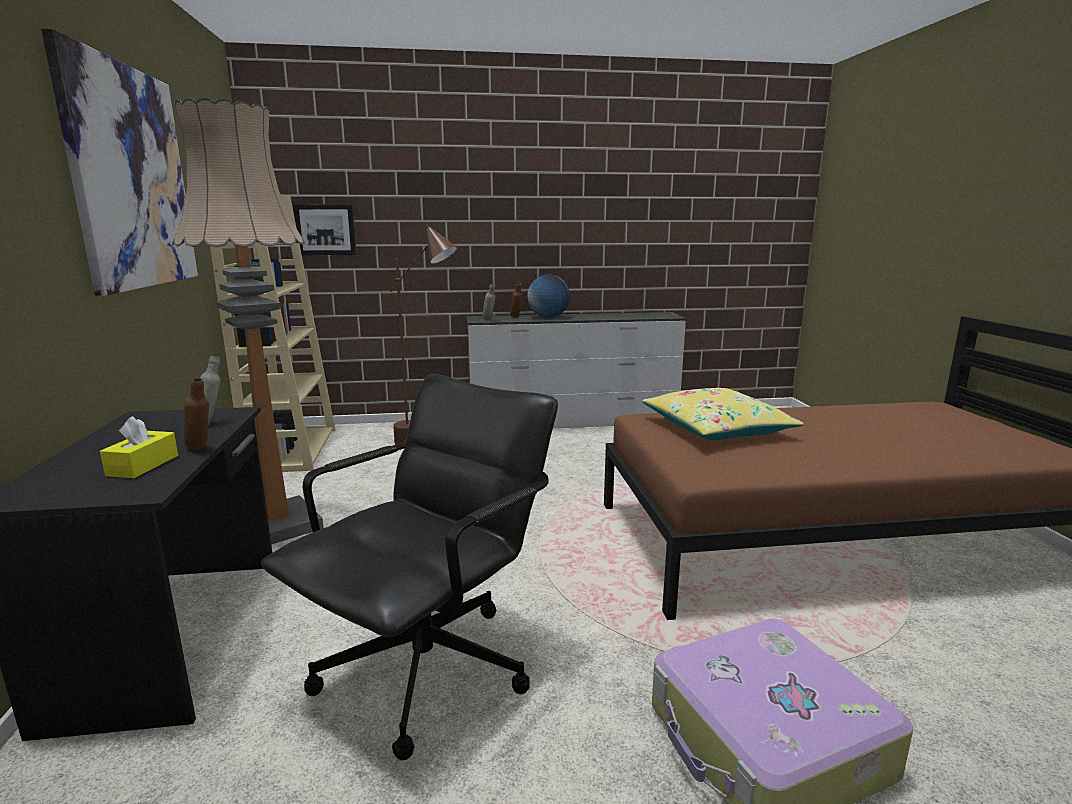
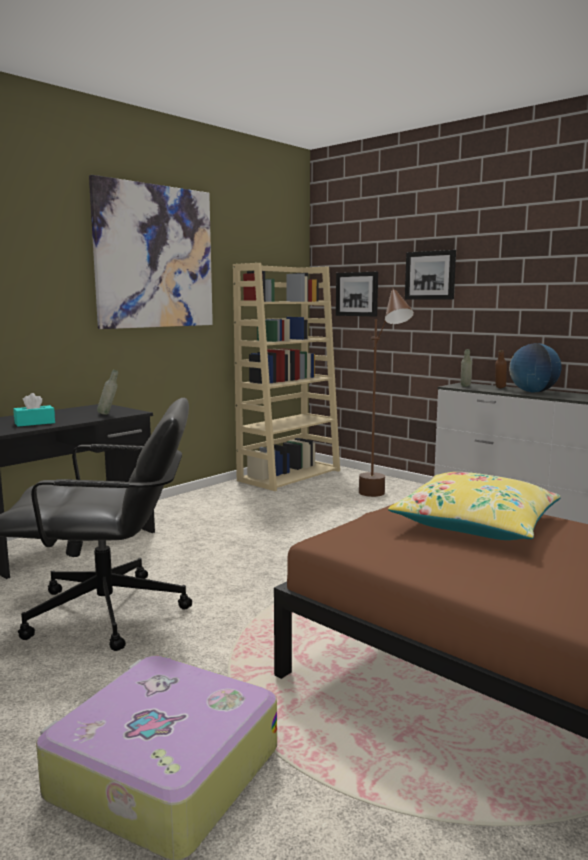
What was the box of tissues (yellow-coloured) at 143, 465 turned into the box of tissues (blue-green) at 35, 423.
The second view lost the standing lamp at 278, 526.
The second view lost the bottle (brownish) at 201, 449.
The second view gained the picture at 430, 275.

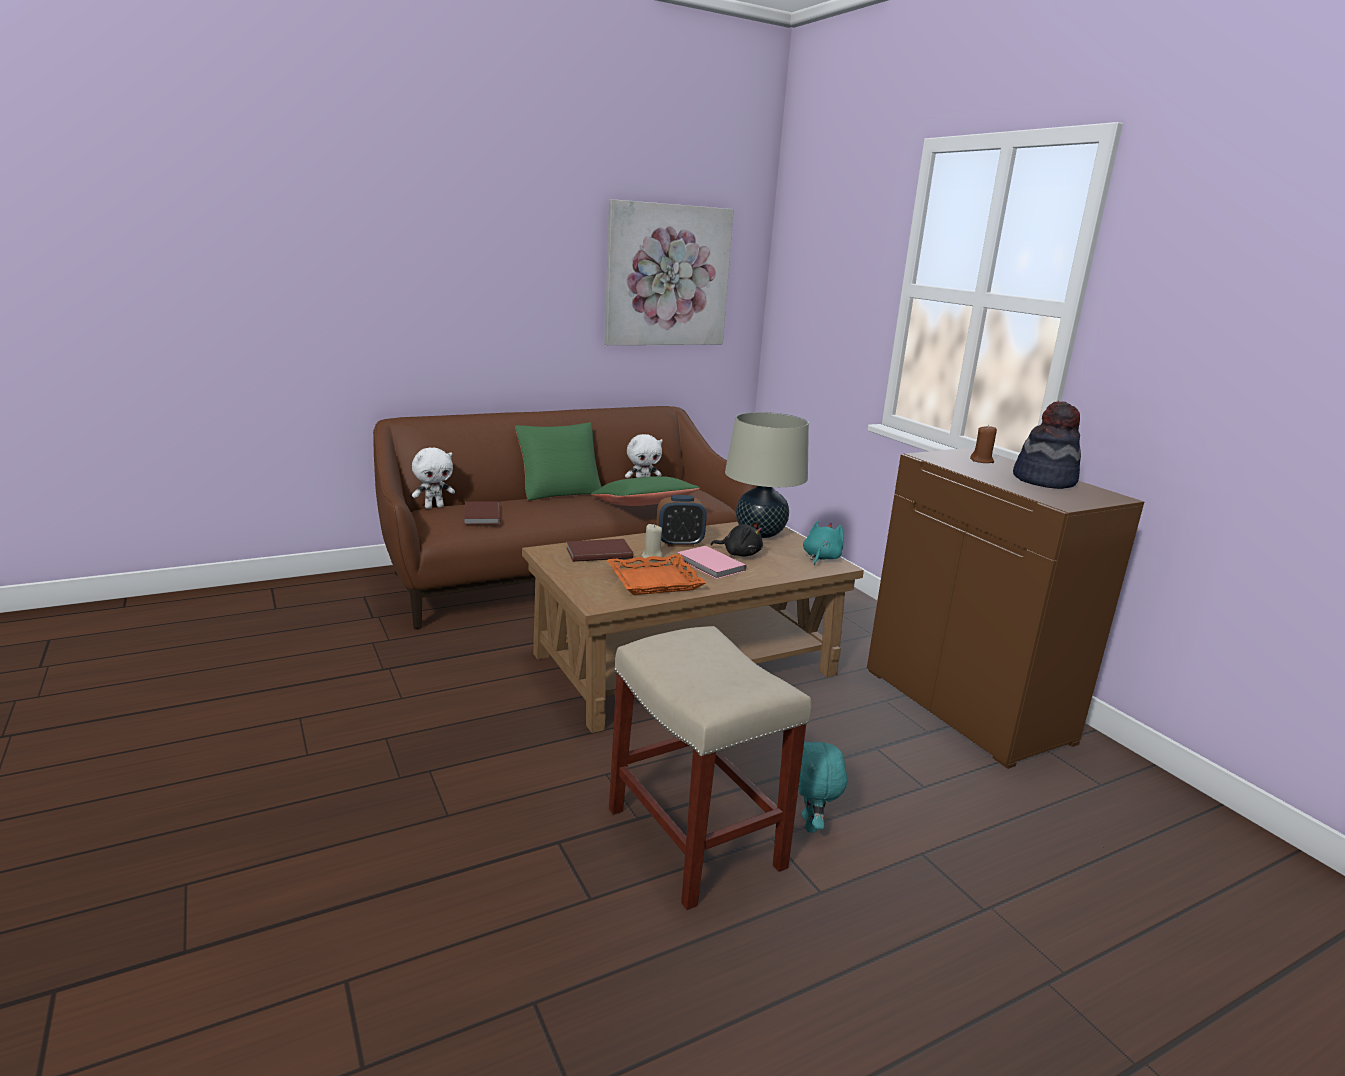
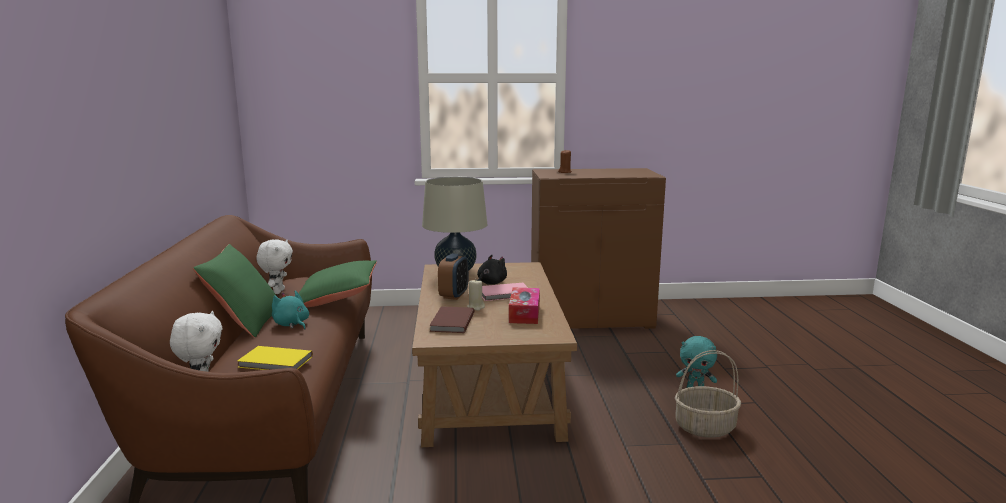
What was the book (brownish) at 480, 515 turned into the book (yellow-coloured) at 275, 362.
The second view lost the picture at 667, 276.
Where the carrying tray (orange) stood at 654, 581, the box of tissues came to stand at 524, 313.
Where the stool (beige-coloured) stood at 697, 839, the storage basket came to stand at 705, 427.
The soft toy (blue-green) ended up elsewhere, having gone from 821, 558 to 291, 324.
The second view lost the hat at 1044, 480.

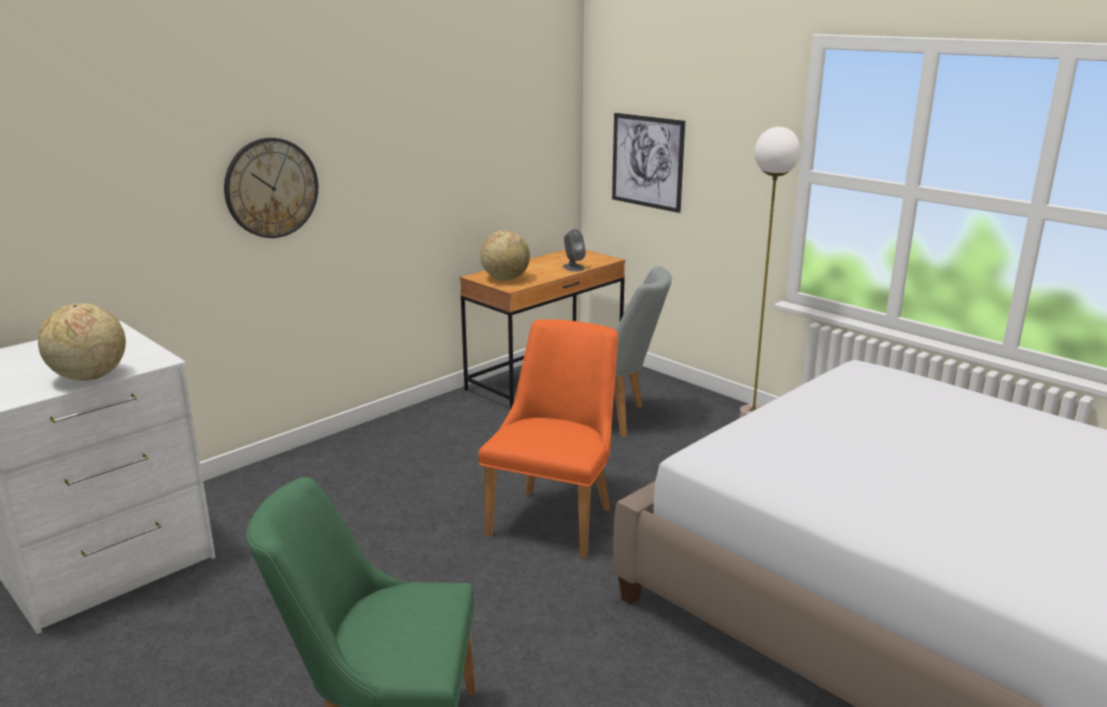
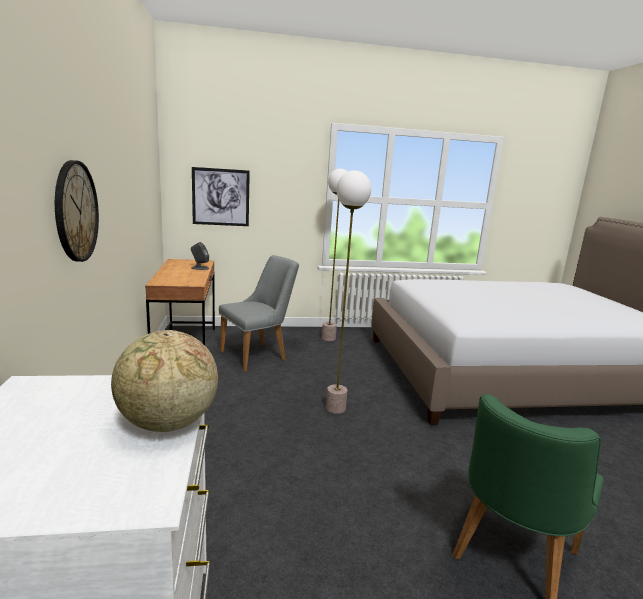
Where the plain chair (orange) stood at 557, 516, the standing lamp came to stand at 335, 408.
The second view lost the desk globe at 505, 279.

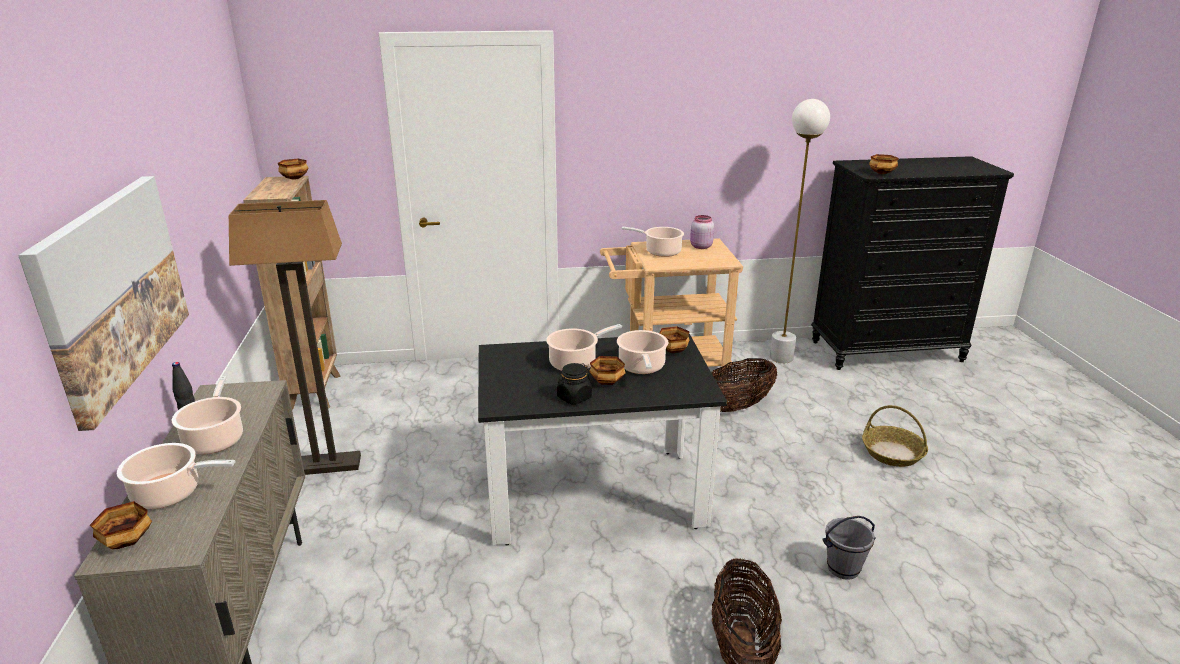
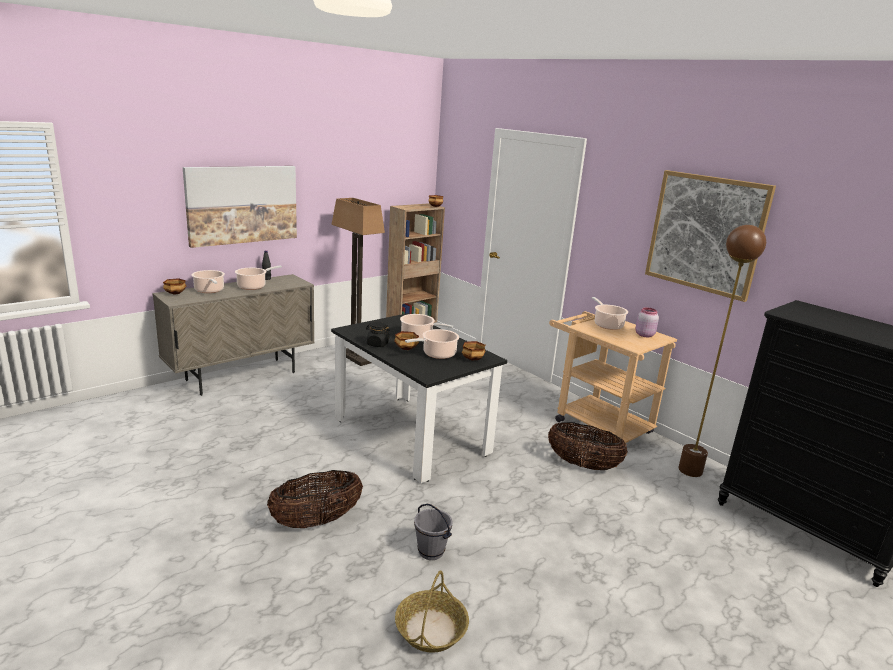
What was the standing lamp (white) at 781, 358 turned into the standing lamp (brownish) at 690, 470.
The storage basket ended up elsewhere, having gone from 893, 453 to 431, 629.
The second view lost the bowl at 882, 173.
The second view gained the picture at 705, 233.

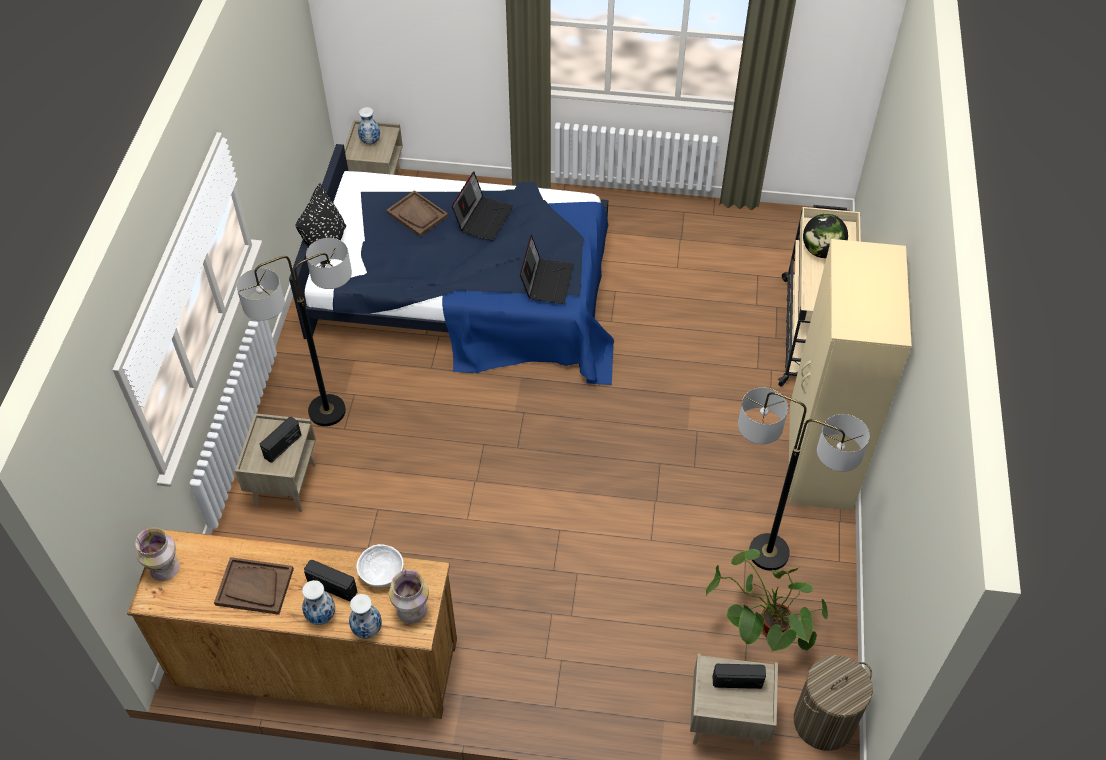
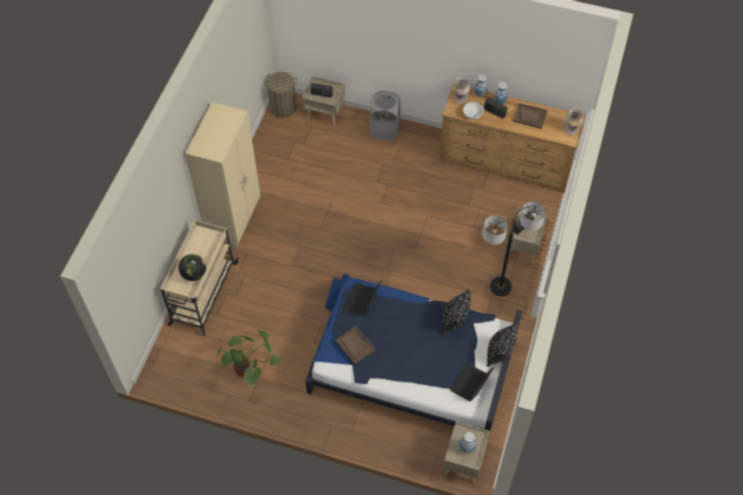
The carrying tray (brownish) ended up elsewhere, having gone from 417, 215 to 355, 345.
The portable computer ended up elsewhere, having gone from 483, 217 to 471, 384.
The plant in a pot ended up elsewhere, having gone from 760, 632 to 250, 370.
The second view lost the standing lamp at 769, 553.
The second view gained the washing basket (gray) at 384, 130.
The second view gained the pillow (black-coloured) at 454, 320.

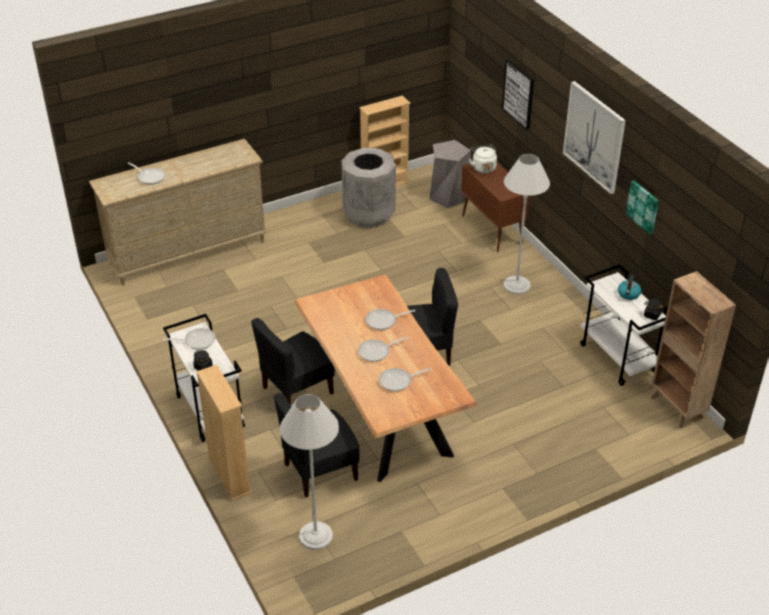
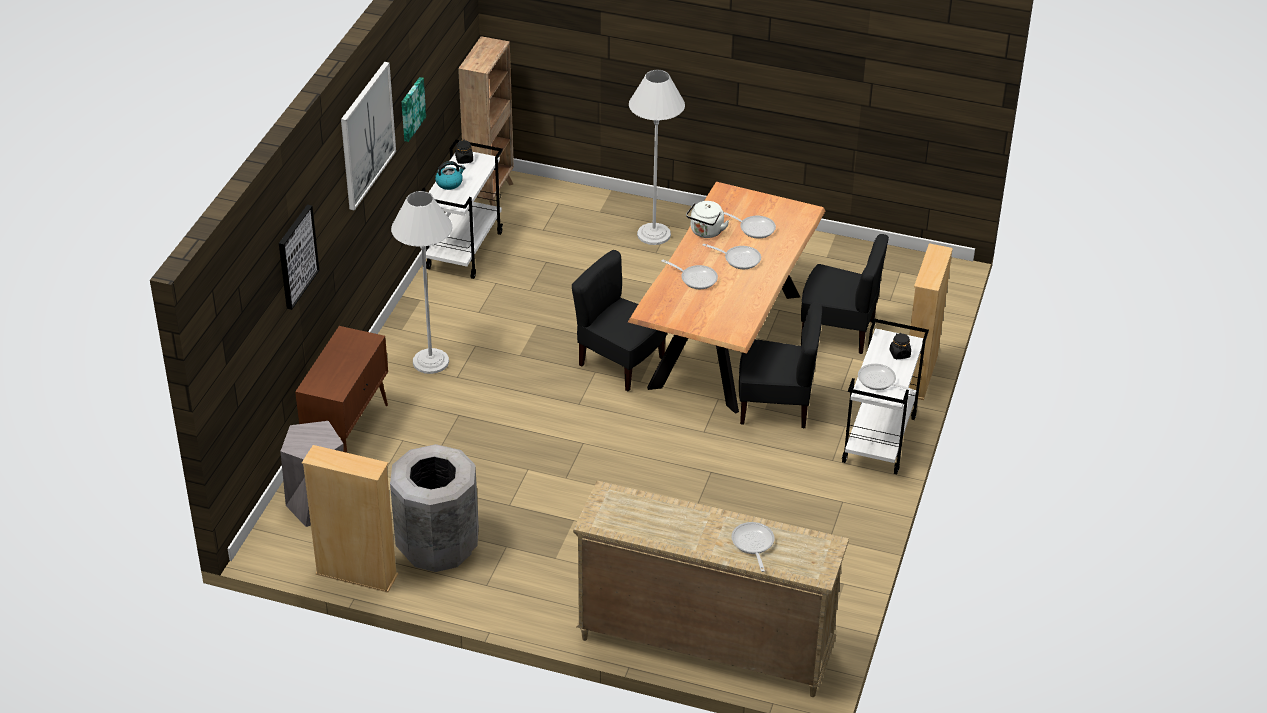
The standing lamp (white) ended up elsewhere, having gone from 315, 536 to 654, 234.
The tea kettle (white) ended up elsewhere, having gone from 483, 167 to 706, 232.

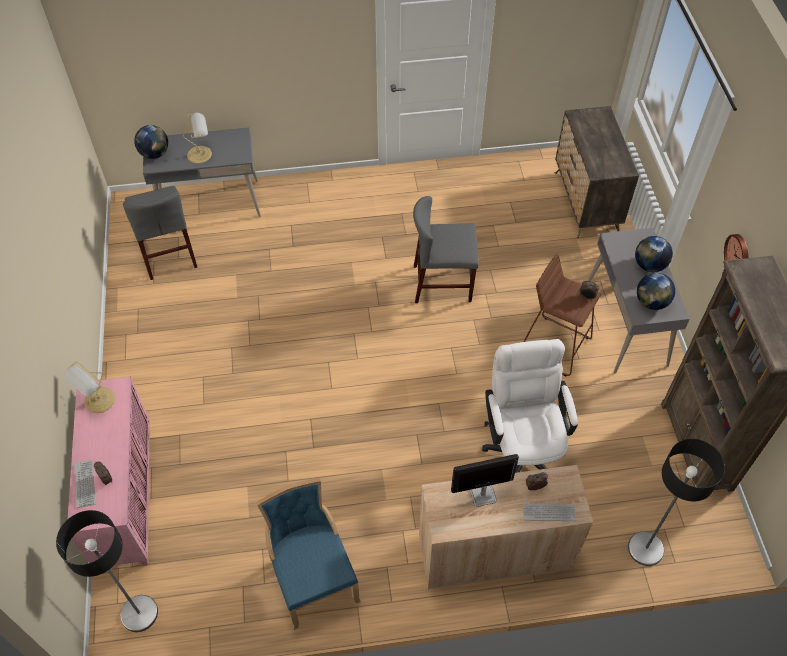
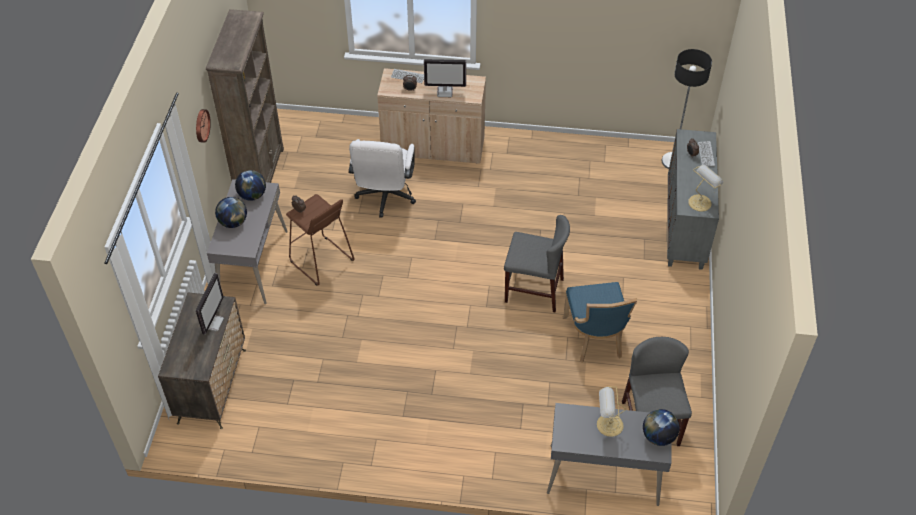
What was the storage cabinet (pinkish) at 125, 497 turned into the storage cabinet (gray) at 685, 226.
The plain chair (blue-coloured) ended up elsewhere, having gone from 313, 577 to 595, 339.
The plain chair (gray) ended up elsewhere, having gone from 442, 283 to 534, 290.
The second view lost the standing lamp at 645, 549.
The second view gained the computer display at 213, 322.

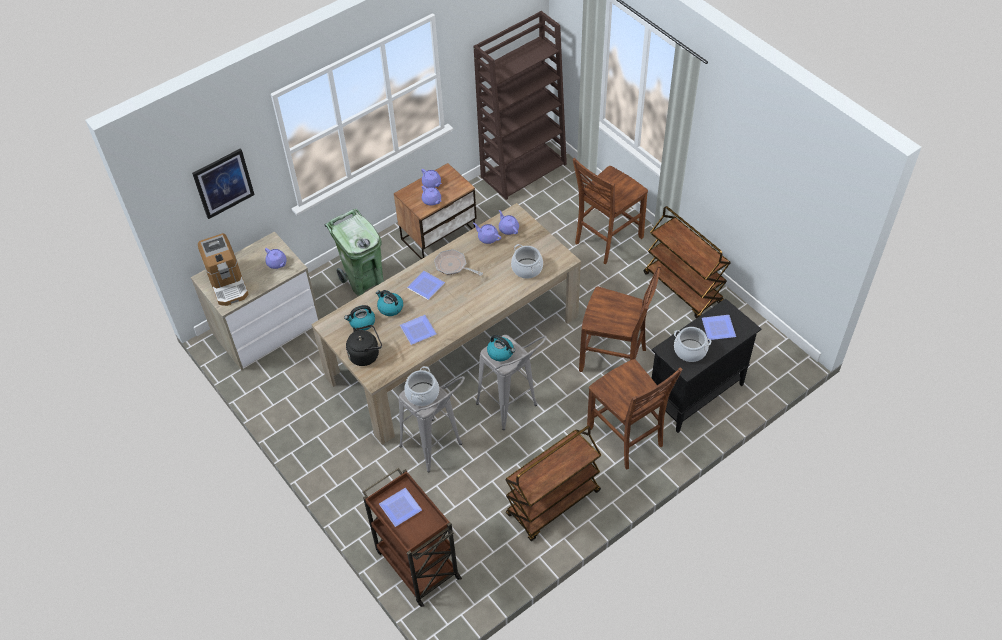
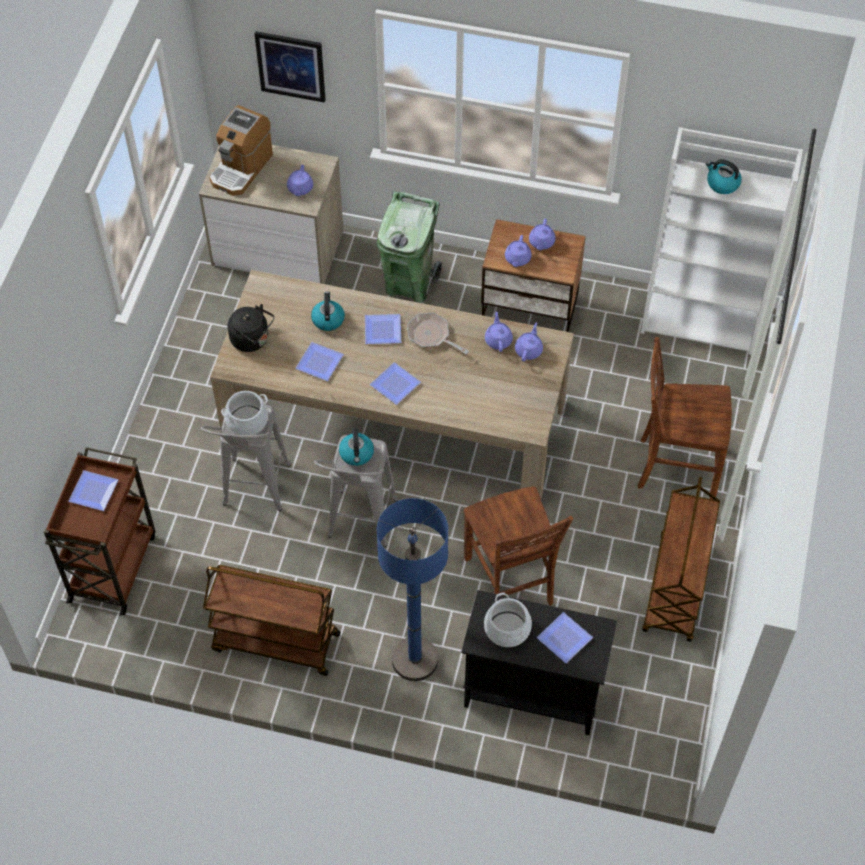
The tea kettle ended up elsewhere, having gone from 362, 322 to 722, 183.
The skillet at 453, 266 ended up facing another way, 45 degrees counterclockwise from before.
What was the bookshelf (brownish) at 524, 169 turned into the bookshelf (white) at 702, 319.
The second view lost the saucepot at 527, 268.
Where the plain chair (brownish) stood at 626, 438, the standing lamp (blue-coloured) came to stand at 415, 659.
The second view gained the plate at 395, 386.

